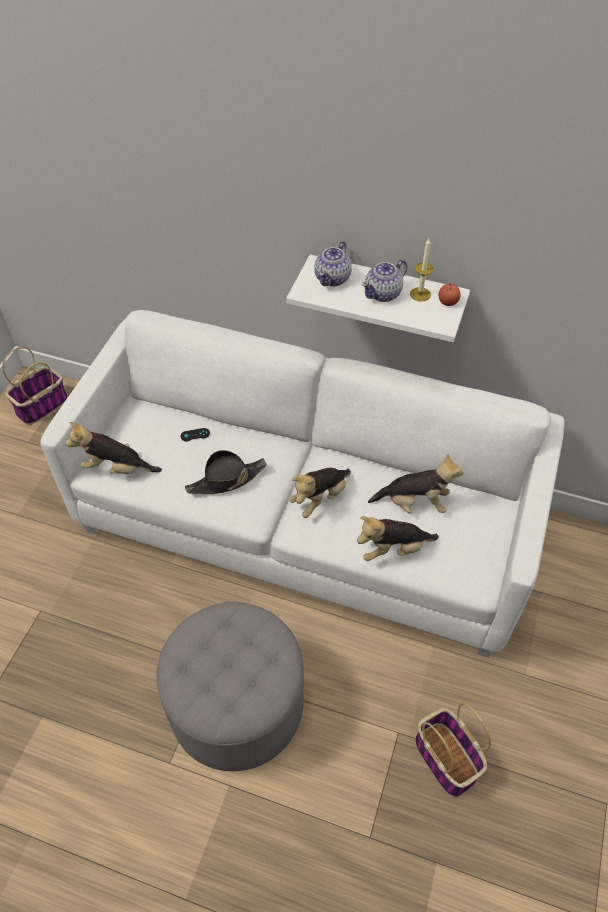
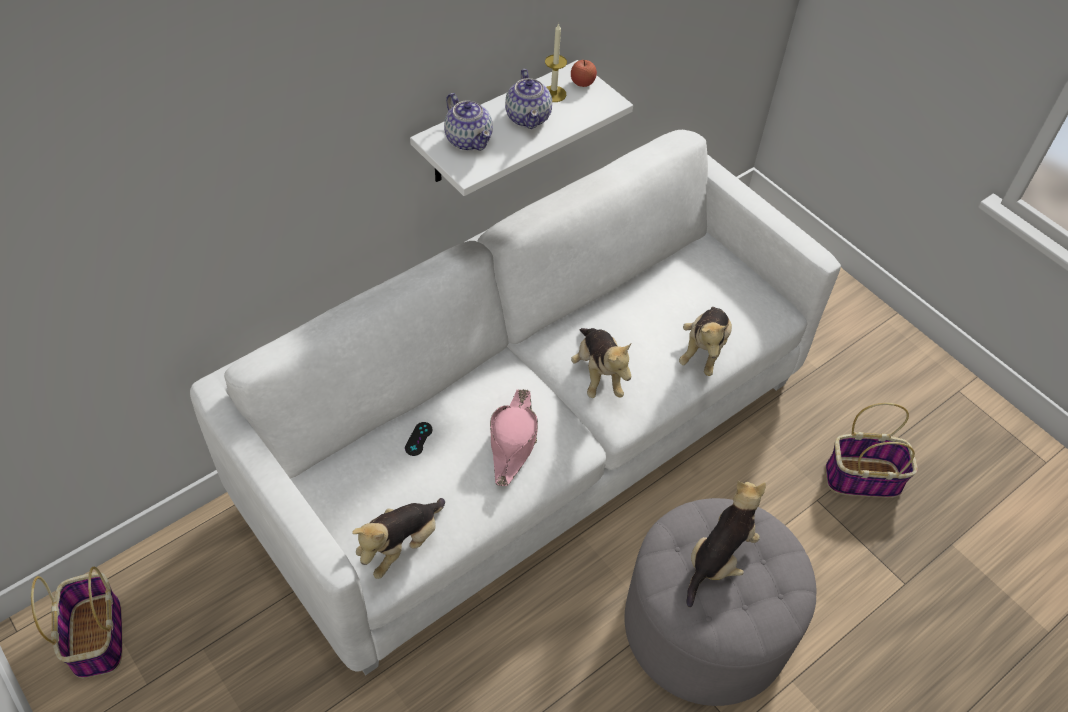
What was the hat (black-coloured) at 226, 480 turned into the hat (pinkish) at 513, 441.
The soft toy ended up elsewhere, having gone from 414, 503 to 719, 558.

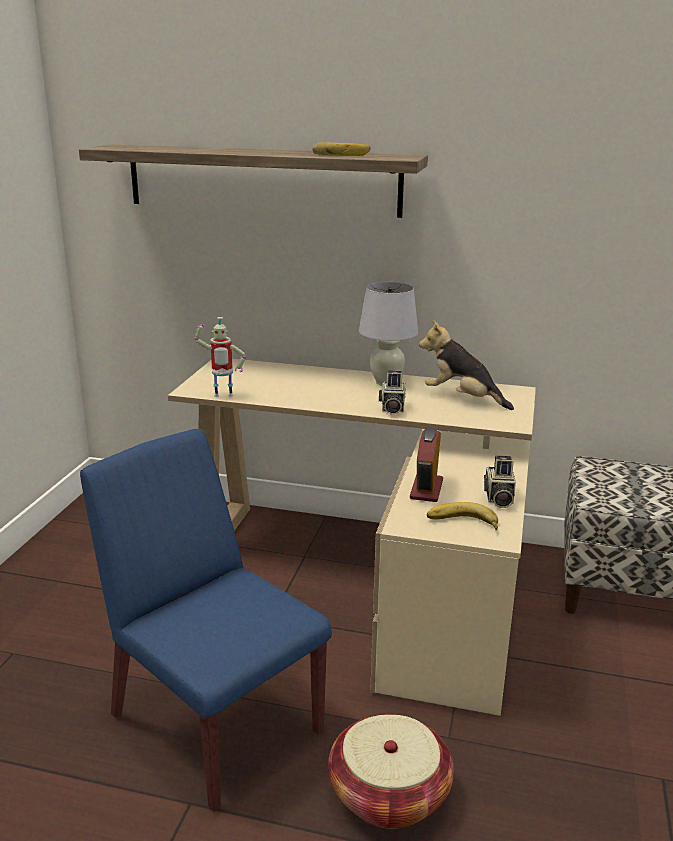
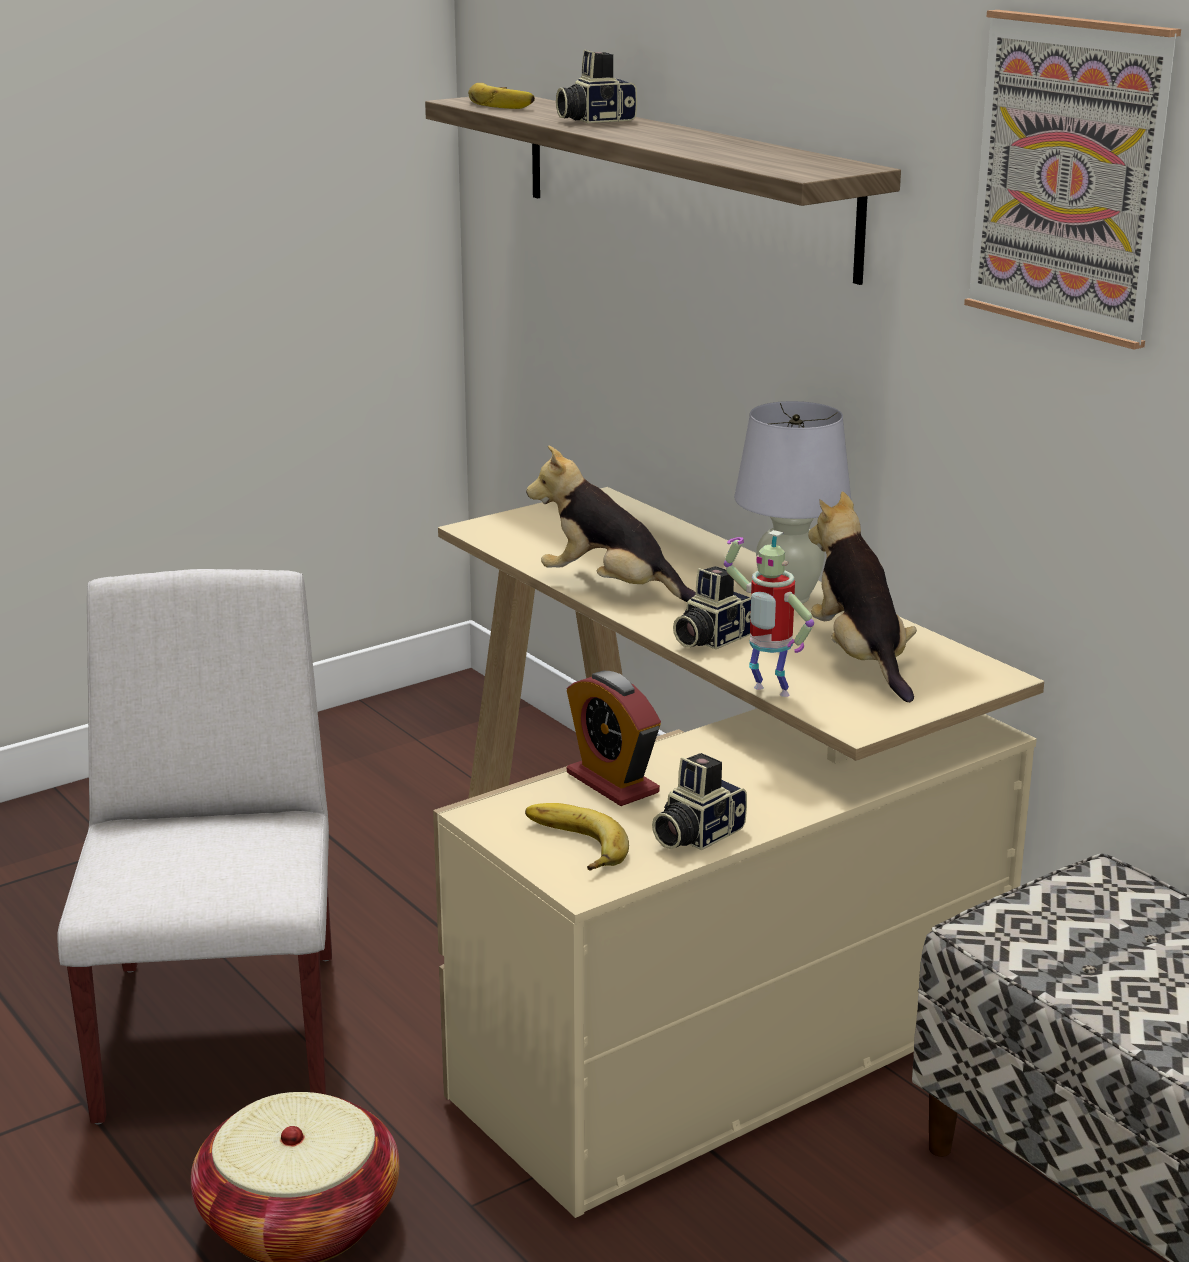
What was the plain chair (blue-coloured) at 214, 721 turned into the plain chair (white) at 220, 1032.
The toy robot ended up elsewhere, having gone from 223, 397 to 767, 693.
The banana ended up elsewhere, having gone from 341, 154 to 508, 103.
The alarm clock at 426, 489 ended up facing another way, 90 degrees counterclockwise from before.
The second view gained the soft toy at 611, 589.
The second view gained the still camera at 595, 120.
The second view gained the picture at 1070, 176.

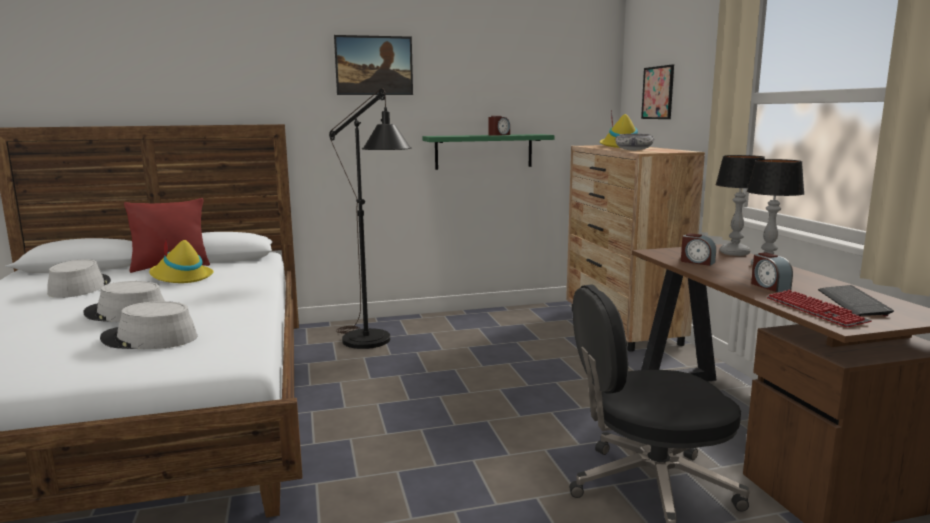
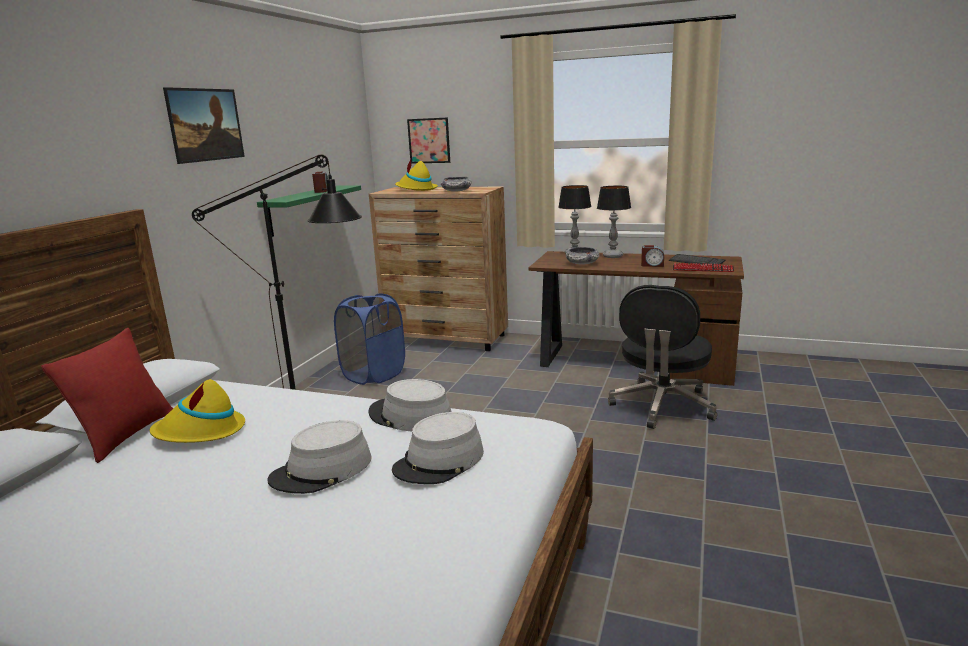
The hat (gray) ended up elsewhere, having gone from 79, 287 to 410, 416.
Where the alarm clock stood at 697, 262, the bowl came to stand at 582, 263.
The second view gained the washing basket (blue-coloured) at 374, 374.

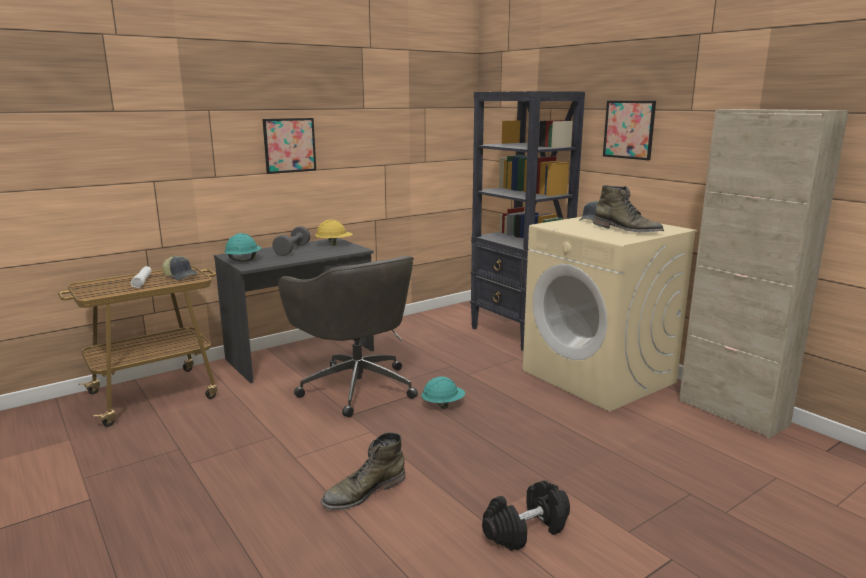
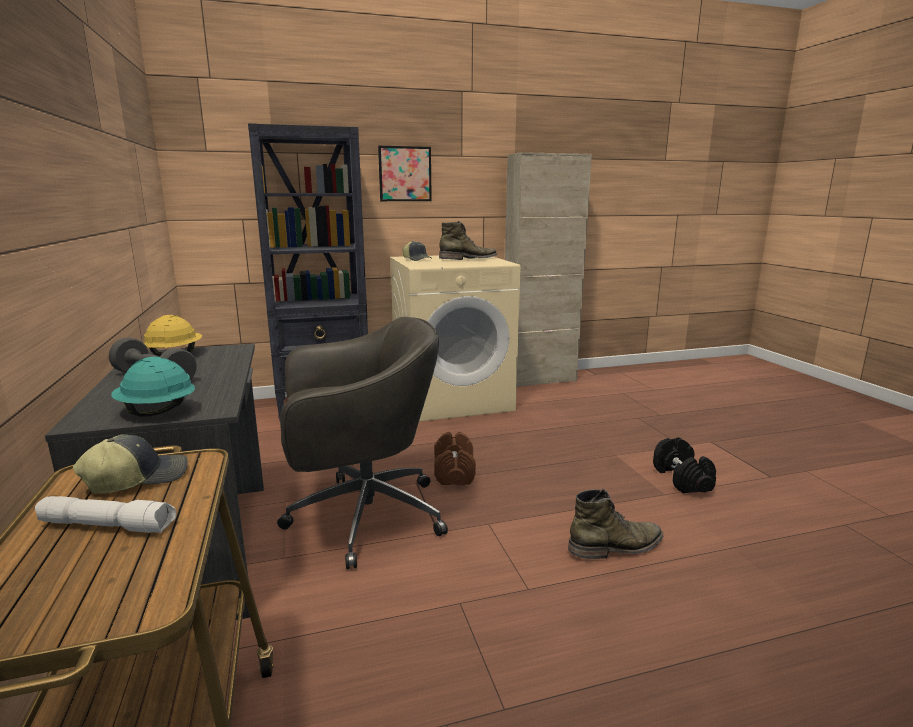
The second view lost the picture at 289, 145.
The boot (greenish) at 364, 492 ended up facing another way, 90 degrees counterclockwise from before.
Where the safety helmet (blue-green) stood at 443, 404, the hand weight (brownish) came to stand at 454, 472.

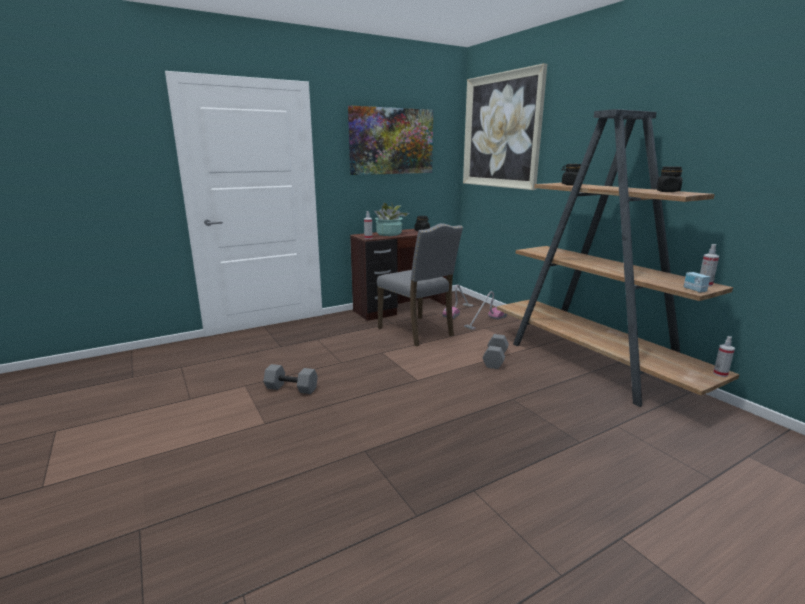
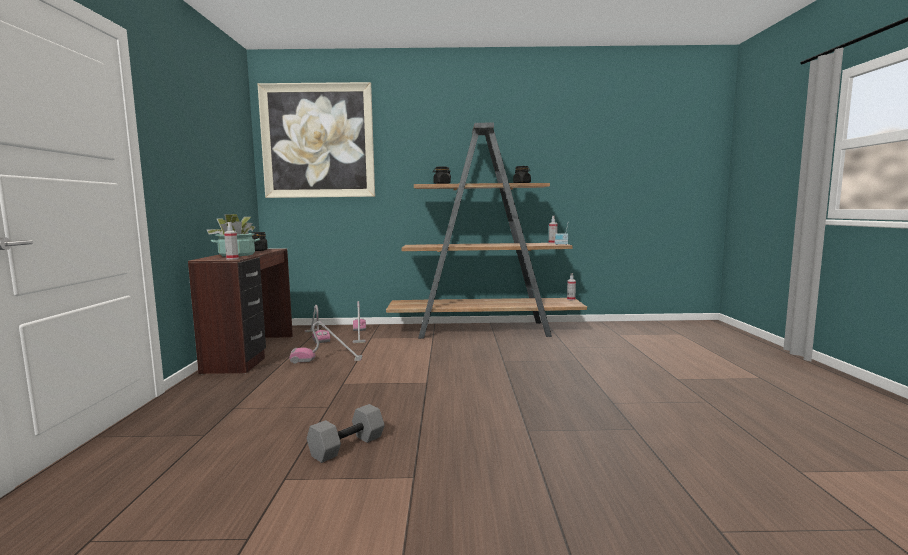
The second view lost the picture at 391, 141.
Where the plain chair (gray) stood at 418, 331, the vacuum cleaner came to stand at 326, 360.
The second view lost the hand weight (gray) at 494, 359.

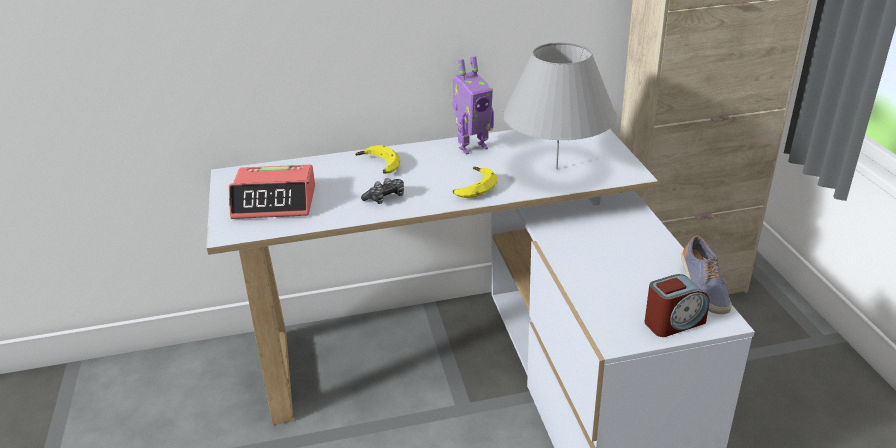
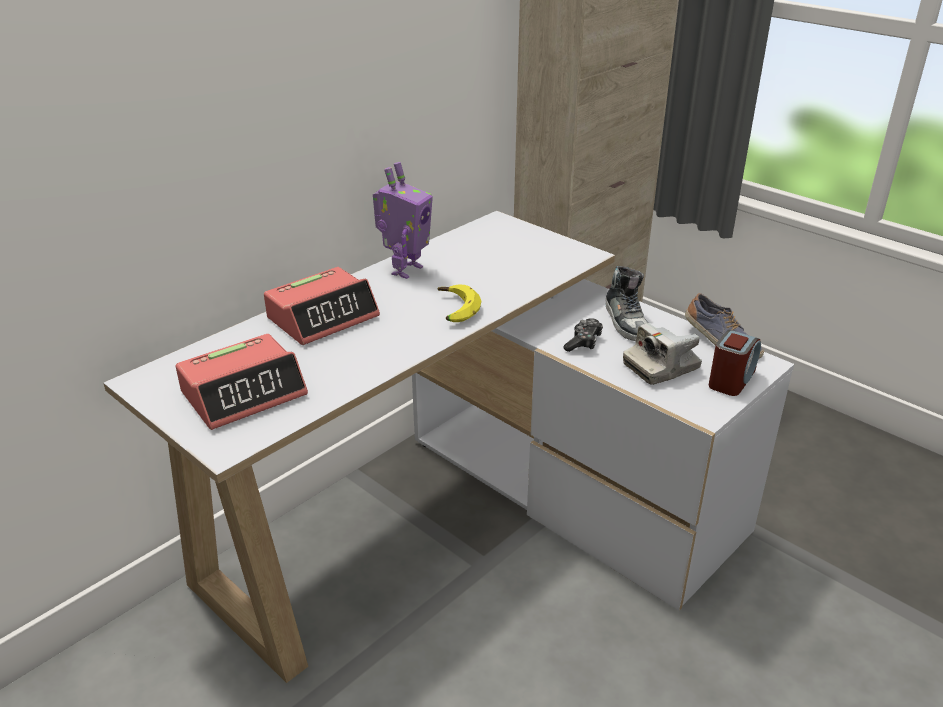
Where the banana stood at 378, 166, the alarm clock came to stand at 323, 317.
The game controller ended up elsewhere, having gone from 385, 197 to 583, 342.
The second view lost the lamp for a table (gray) at 556, 168.
The second view gained the low shoe at 626, 322.
The second view gained the still camera at 661, 367.

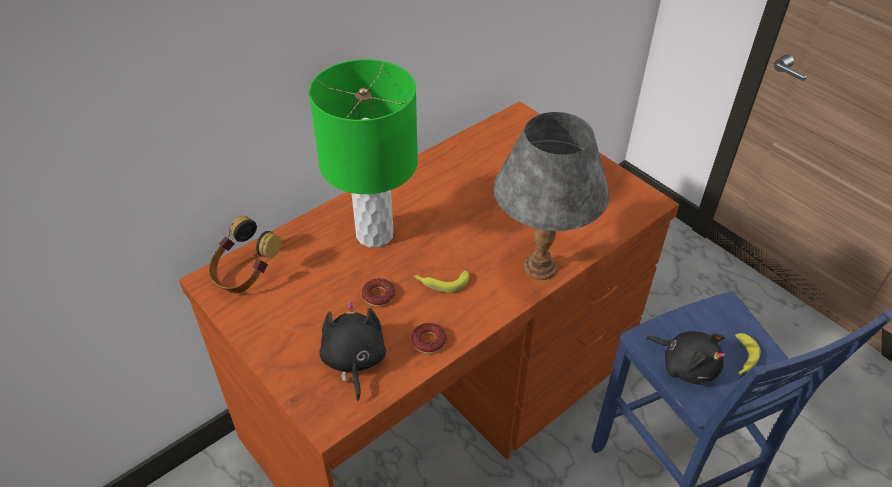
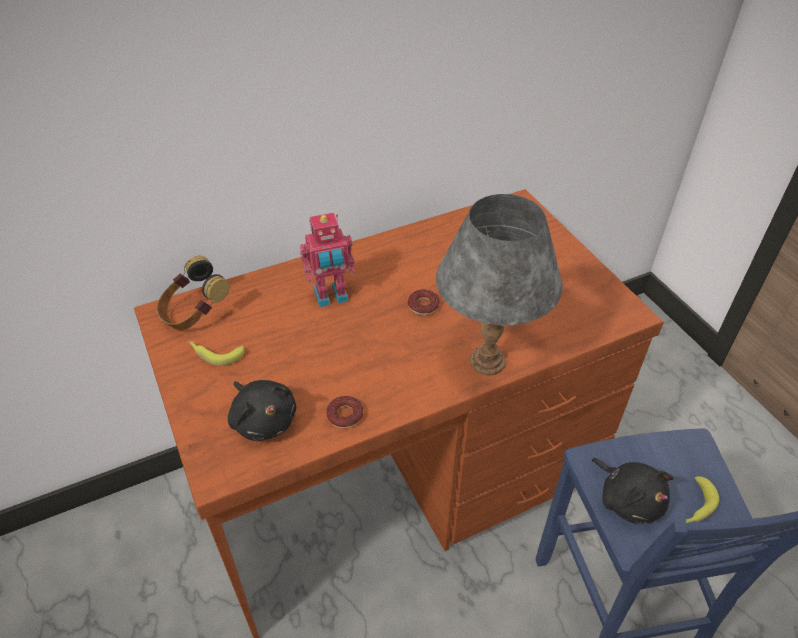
Where the lamp for a table (greenish) stood at 374, 234, the toy robot came to stand at 331, 297.
The soft toy (black-coloured) at 353, 361 ended up facing another way, 135 degrees clockwise from before.
The ring doughnut ended up elsewhere, having gone from 378, 295 to 423, 305.
The banana ended up elsewhere, having gone from 441, 282 to 215, 353.

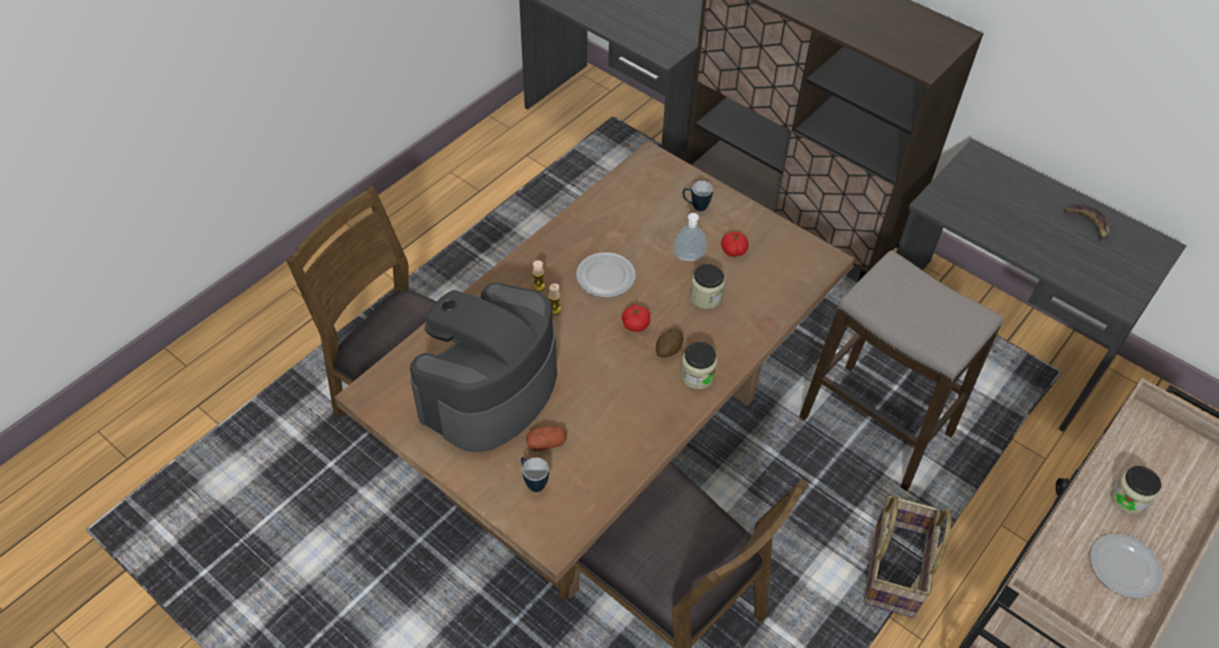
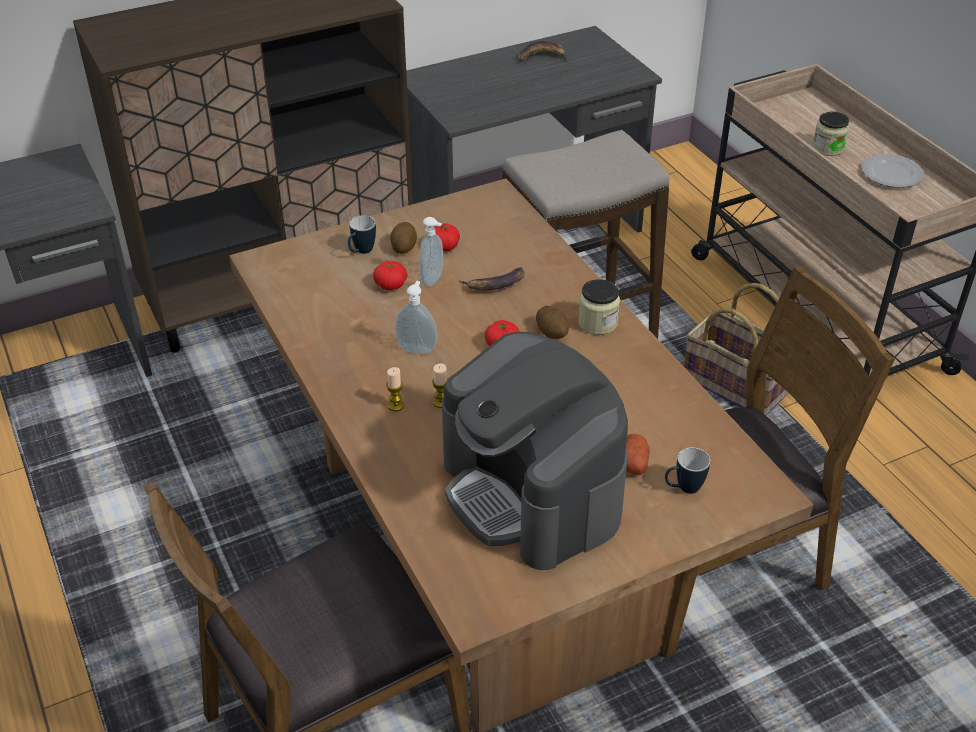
Where the plate stood at 605, 277, the liquid soap bottle came to stand at 417, 348.
Where the jar stood at 705, 297, the banana came to stand at 495, 285.
The second view gained the fresh tomato at 390, 285.
The second view gained the potato at 403, 246.

